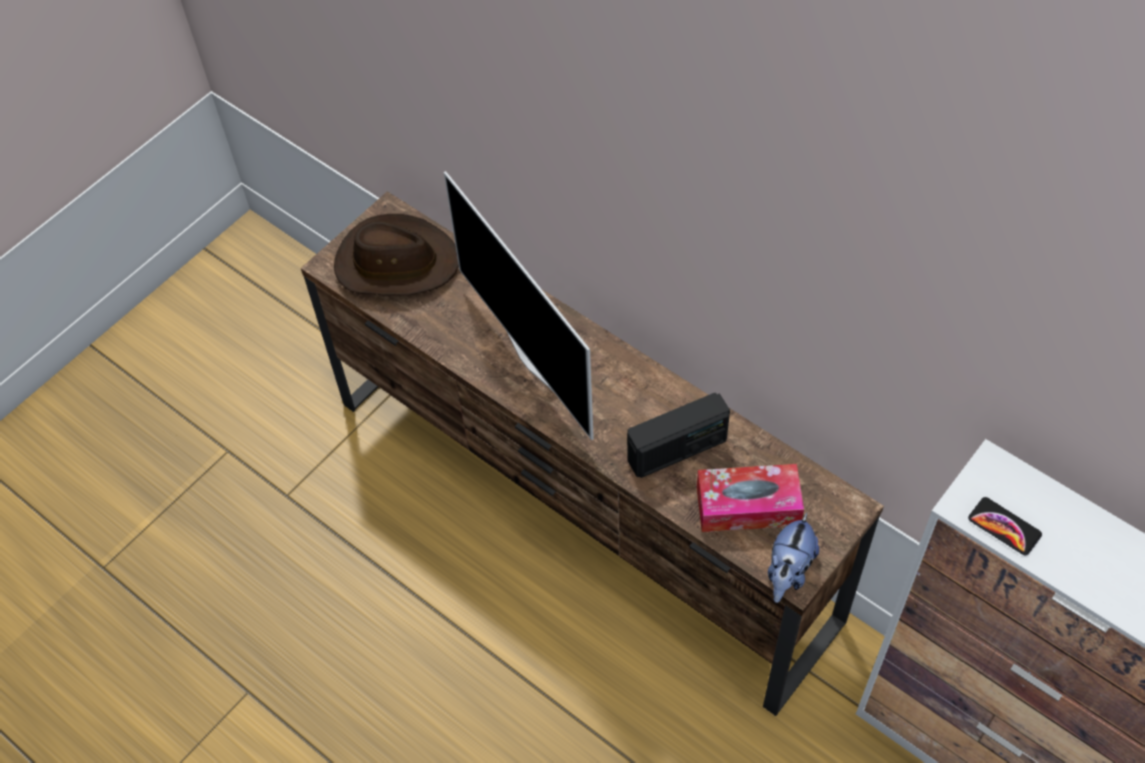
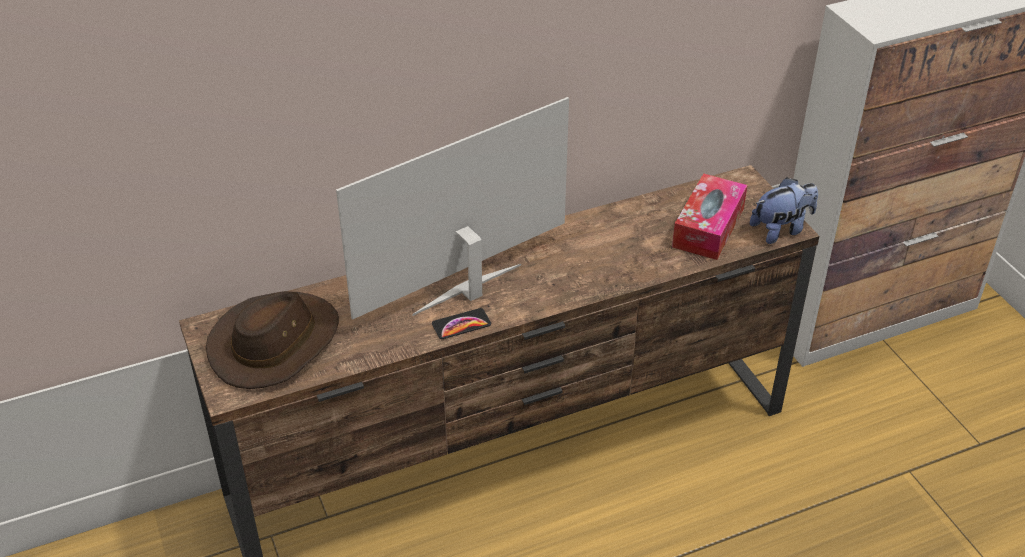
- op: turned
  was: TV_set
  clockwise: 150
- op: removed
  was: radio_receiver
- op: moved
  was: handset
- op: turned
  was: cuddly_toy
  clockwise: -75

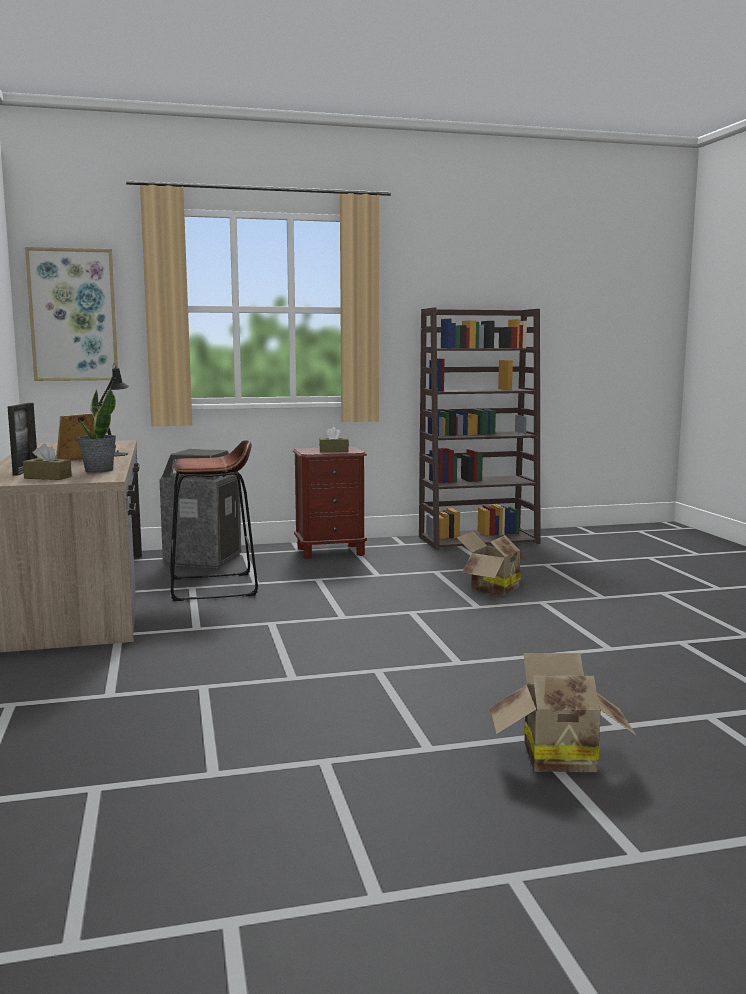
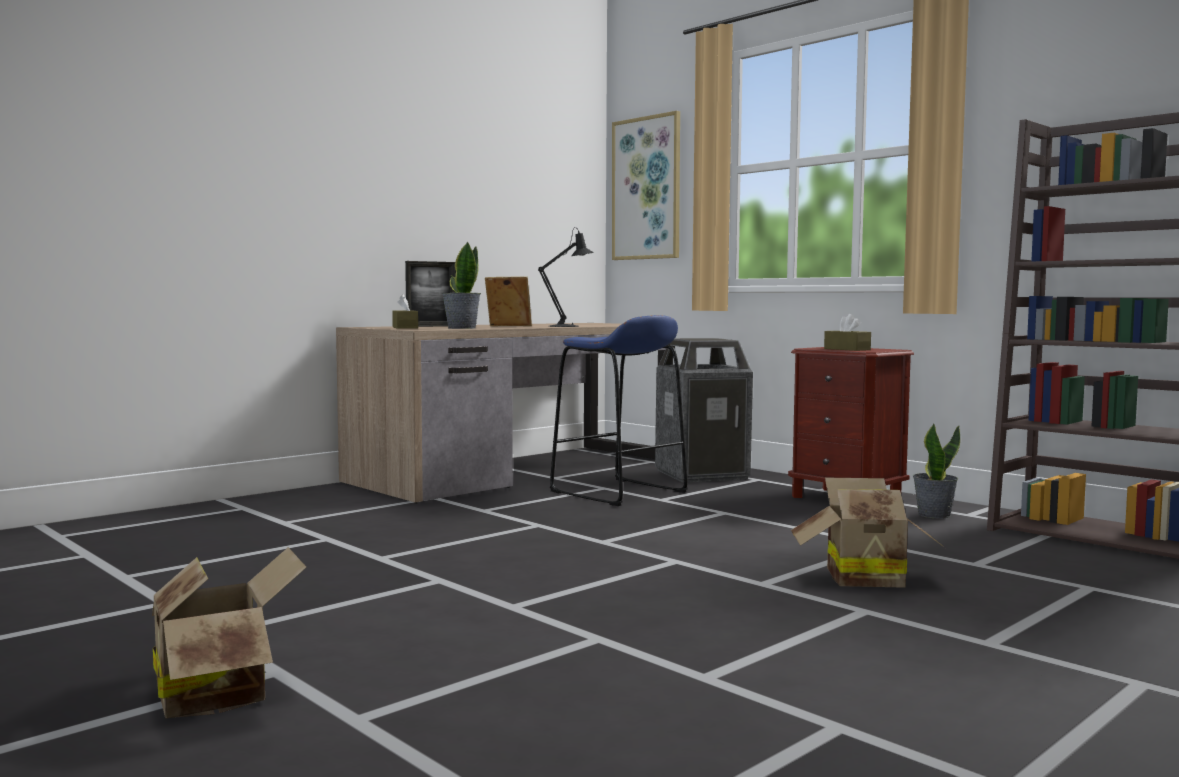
- op: recoloured
  was: brownish_stool_seat
  now: bluish_stool_seat
- op: added
  now: plant_in_a_pot (2nd from left)

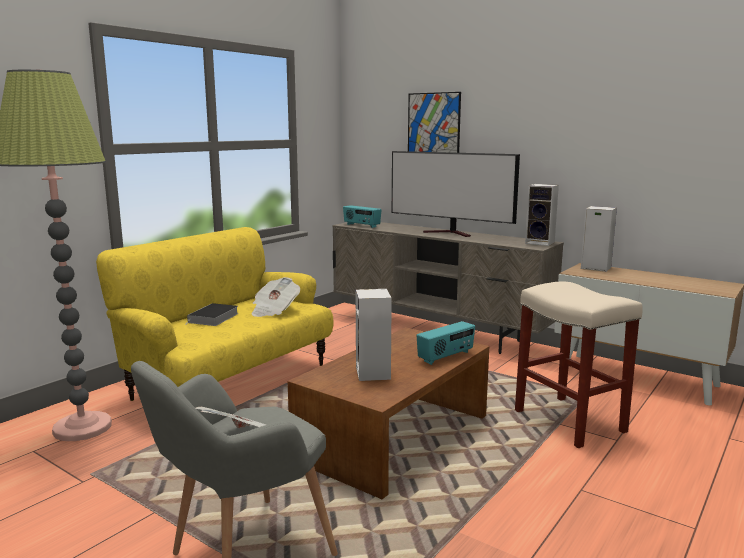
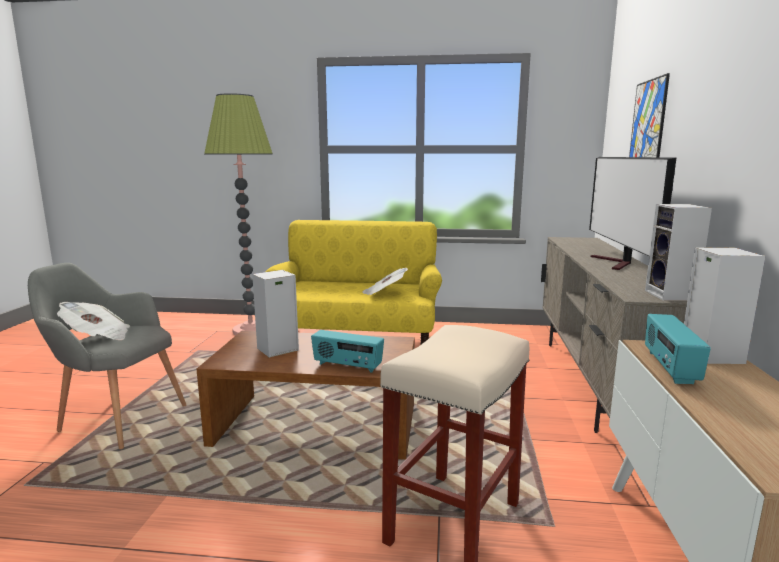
- op: moved
  was: radio_receiver (1st from left in the first image)
  now: radio_receiver (2nd from left)
- op: removed
  was: volume

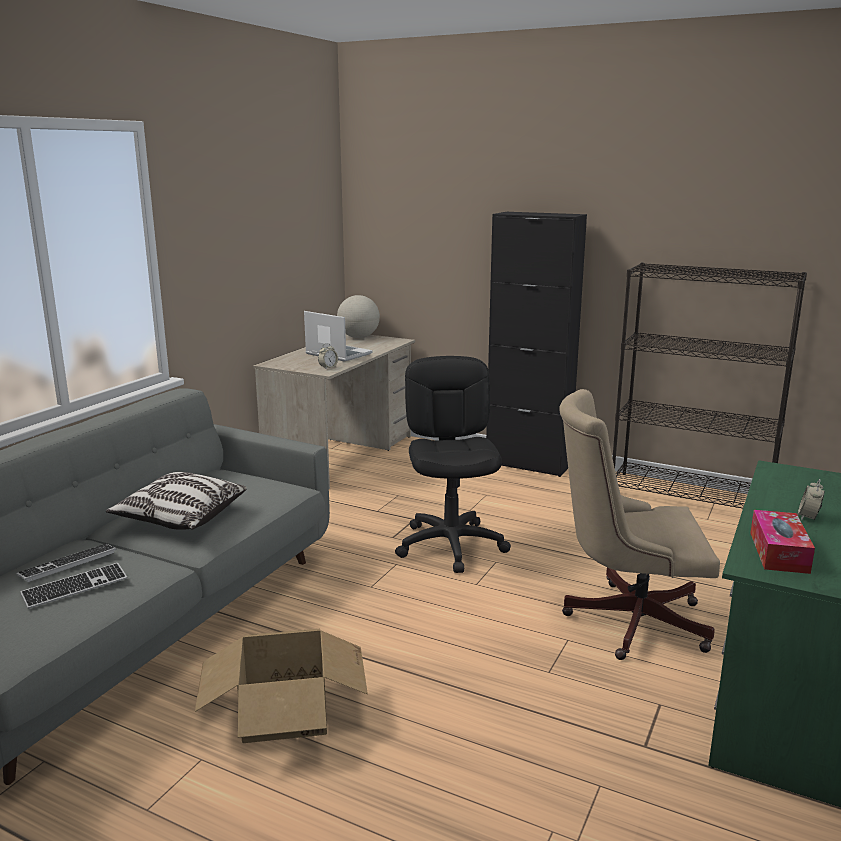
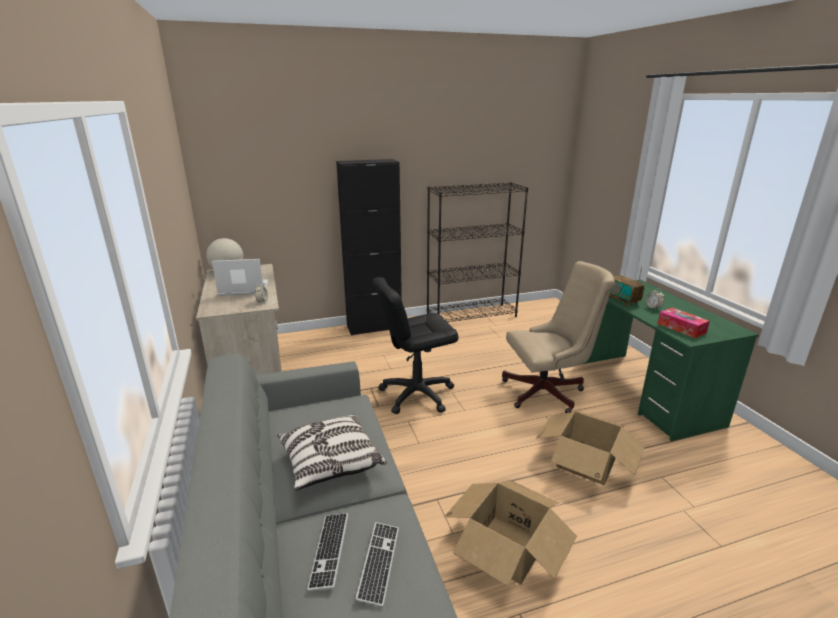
- op: turned
  was: blackish_computer_chair
  clockwise: -60
- op: turned
  was: beige_computer_chair
  clockwise: -150
- op: added
  now: radio_receiver
- op: added
  now: carton (2nd from left)

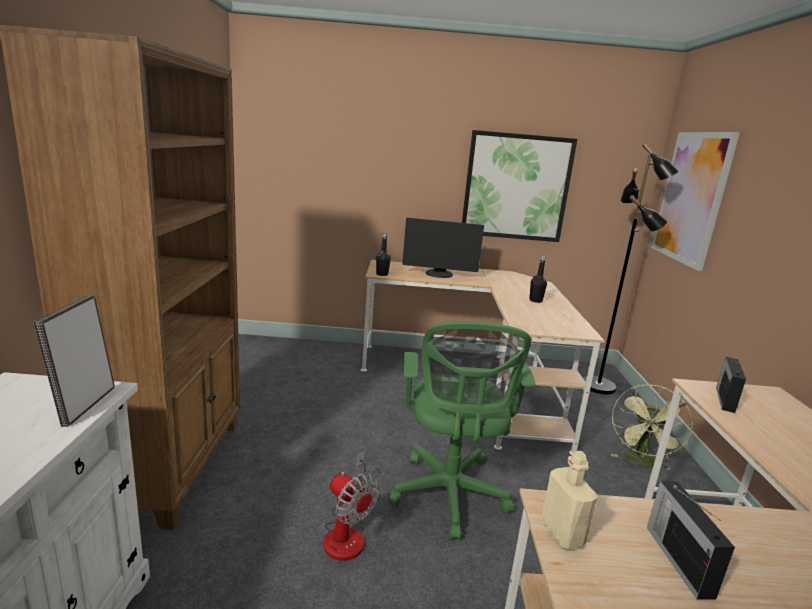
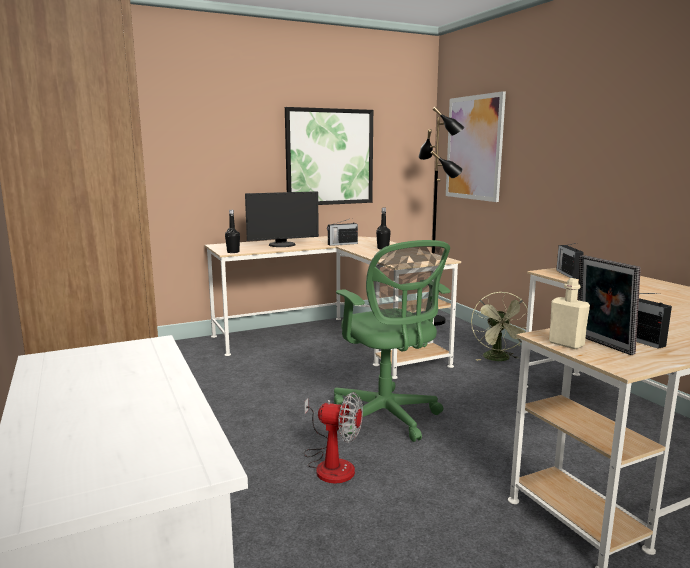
- op: moved
  was: standing_frame
- op: added
  now: radio_receiver (1st from left)

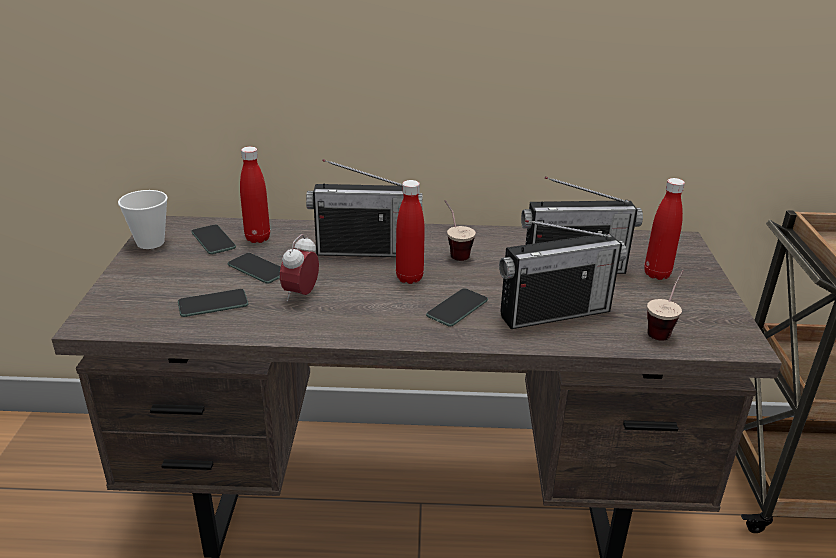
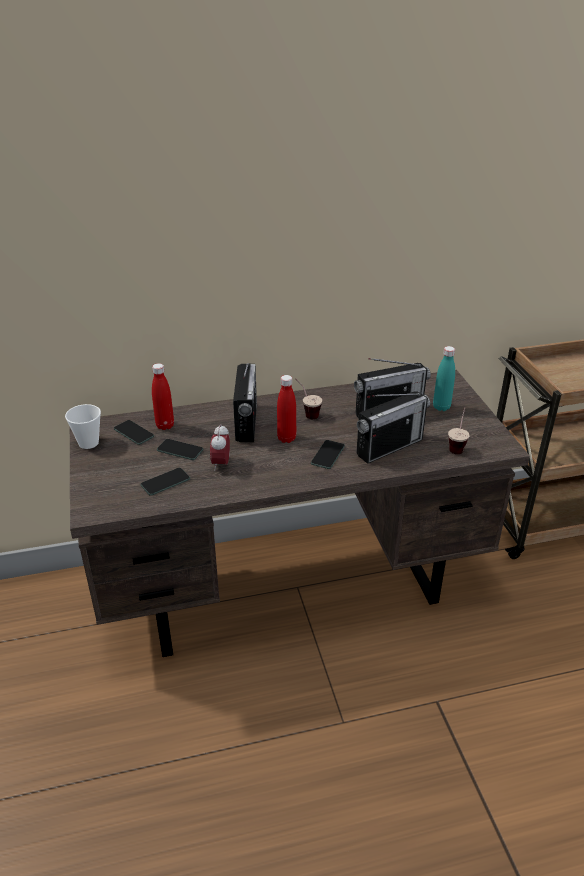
- op: turned
  was: radio_receiver (1st from left)
  clockwise: -75
- op: recoloured
  was: reddish_drink_bottle (3rd from left)
  now: turquoise_drink_bottle

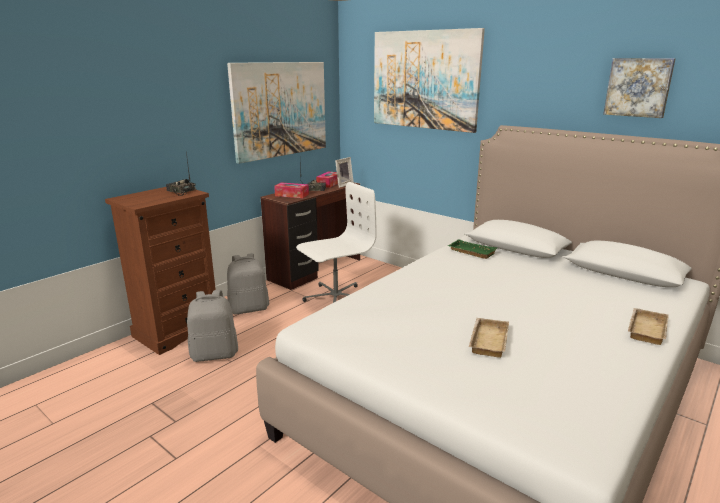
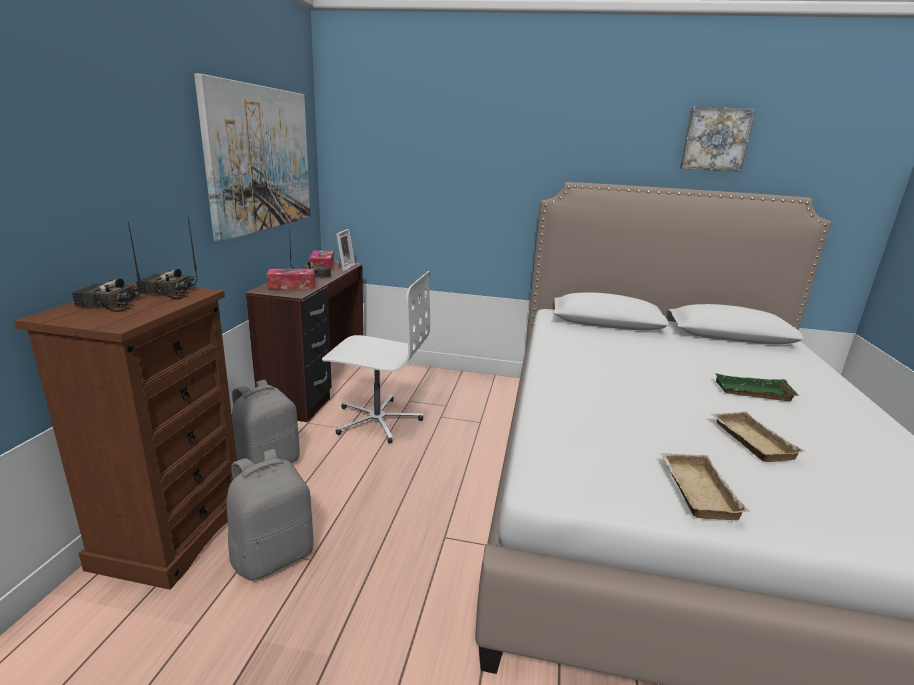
- op: removed
  was: wall_art (2nd from left)
- op: turned
  was: white-coloured_computer_chair
  clockwise: 75
- op: moved
  was: green_carrying_tray
- op: moved
  was: beige_carrying_tray (2nd from left in the first image)
  now: beige_carrying_tray (1st from left)
- op: added
  now: radio_receiver (1st from left)

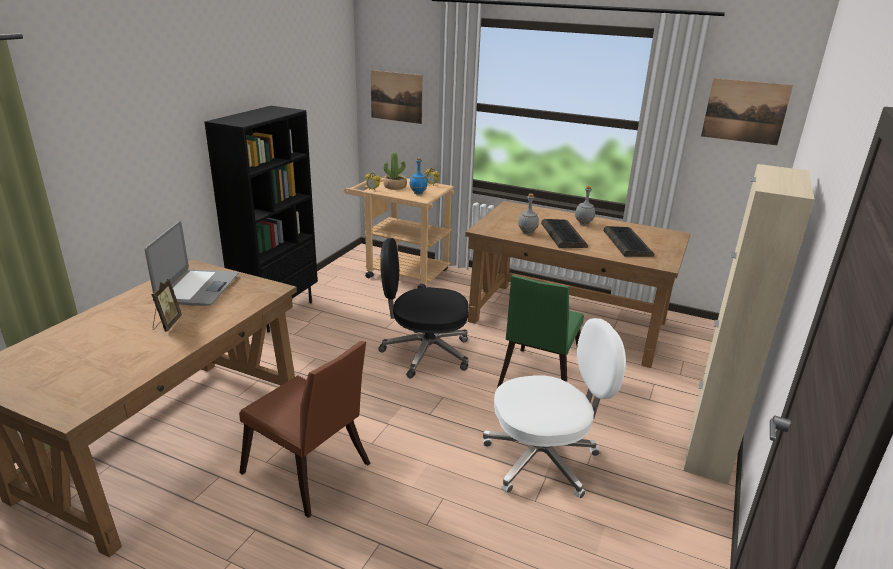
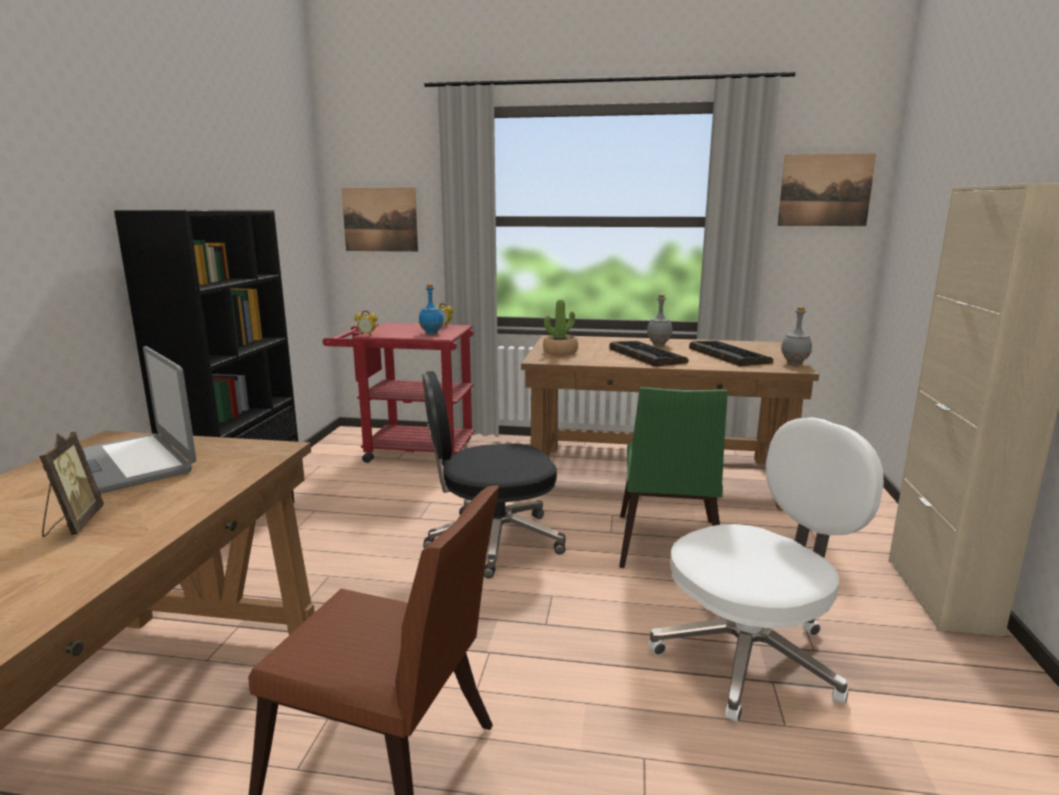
- op: moved
  was: plant_in_a_pot
- op: recoloured
  was: beige_trolley
  now: reddish_trolley
- op: moved
  was: grey_drink_bottle (1st from left in the first image)
  now: grey_drink_bottle (2nd from left)
- op: turned
  was: notebook_computer
  clockwise: 150

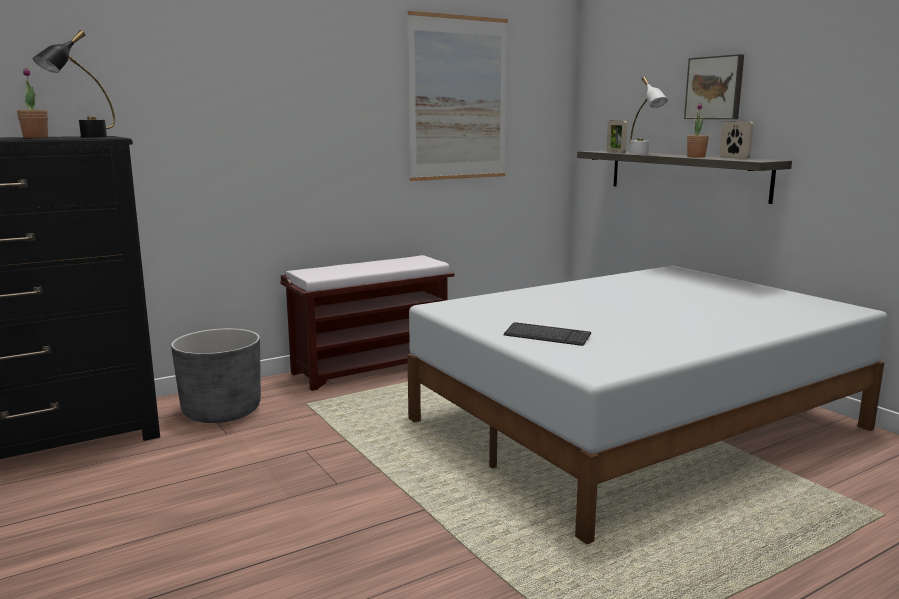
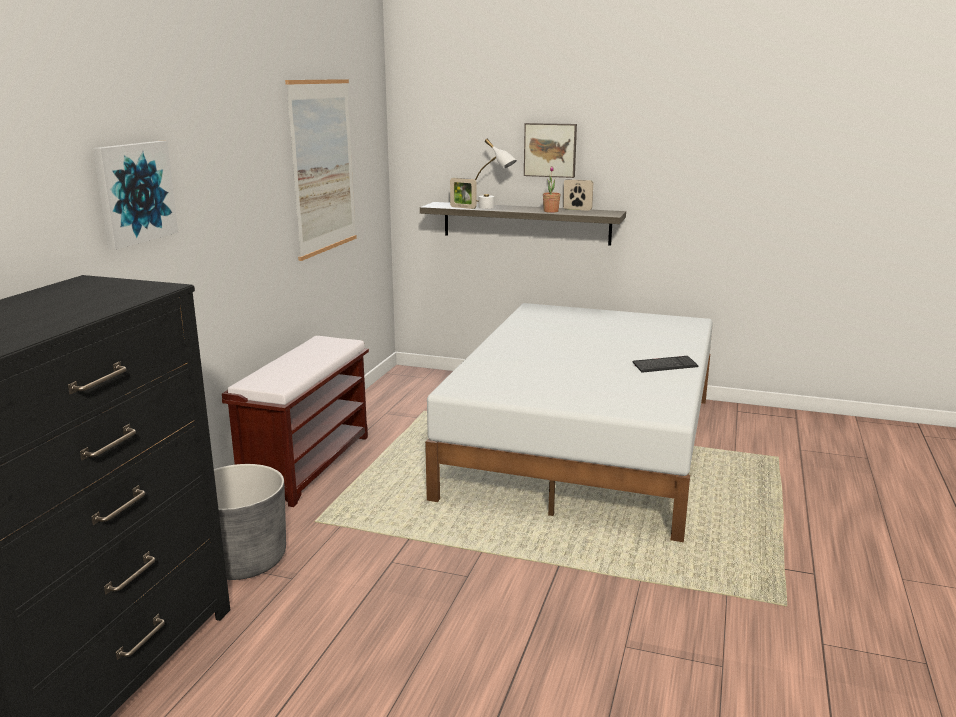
- op: removed
  was: blackish_table_lamp
- op: removed
  was: plant_in_a_pot (1st from left)
- op: moved
  was: keyboard
- op: added
  now: wall_art (1st from left)

